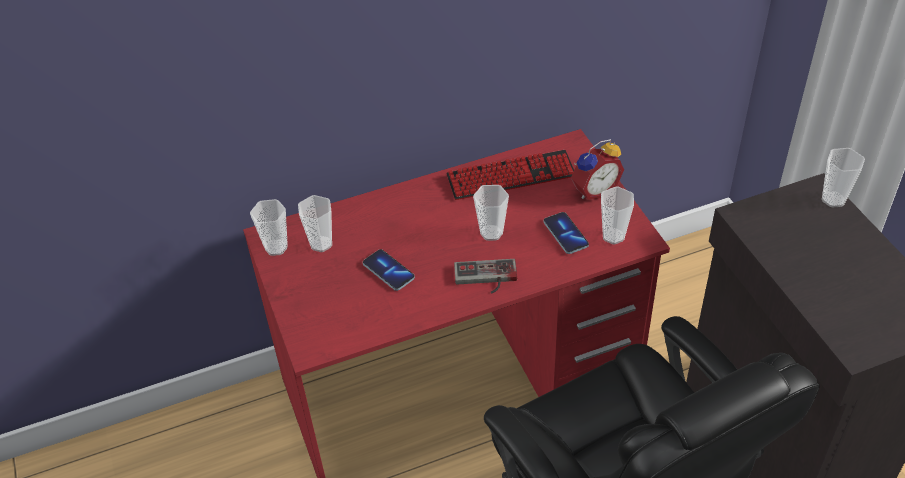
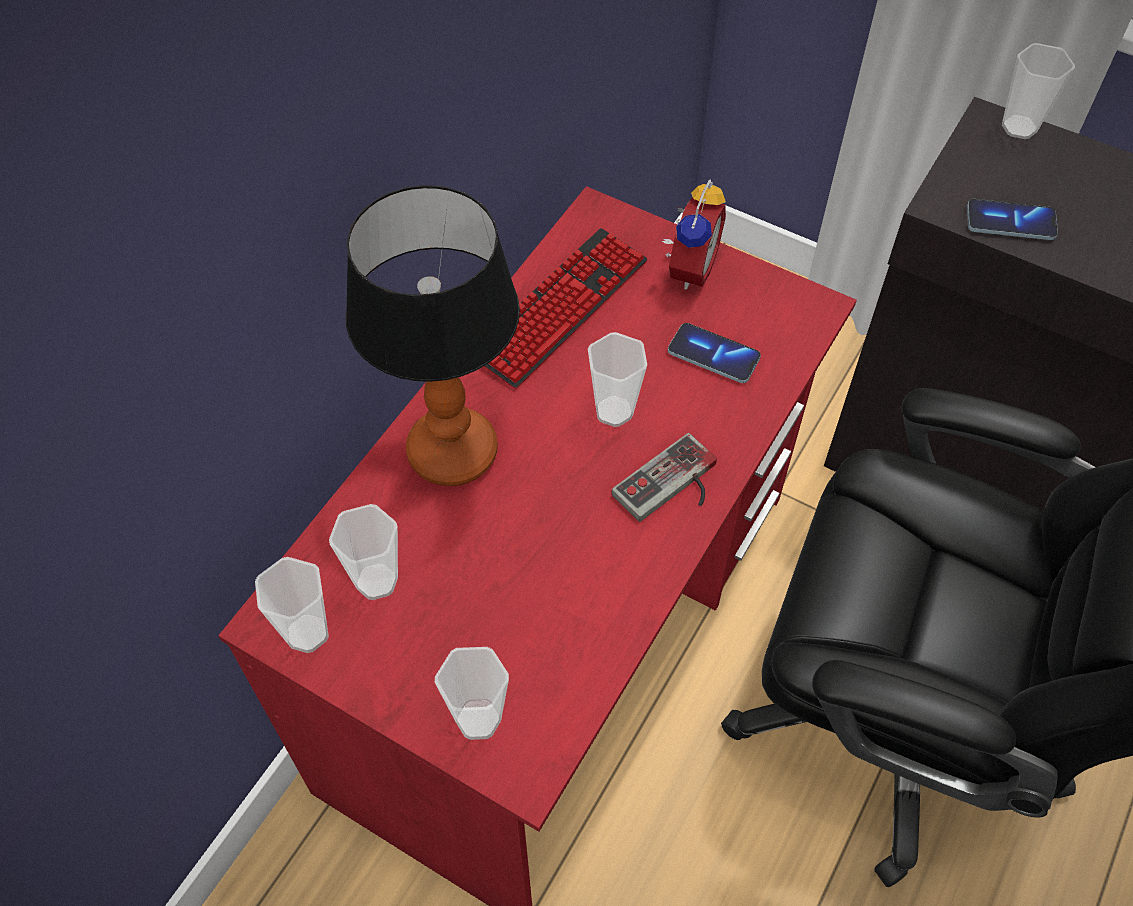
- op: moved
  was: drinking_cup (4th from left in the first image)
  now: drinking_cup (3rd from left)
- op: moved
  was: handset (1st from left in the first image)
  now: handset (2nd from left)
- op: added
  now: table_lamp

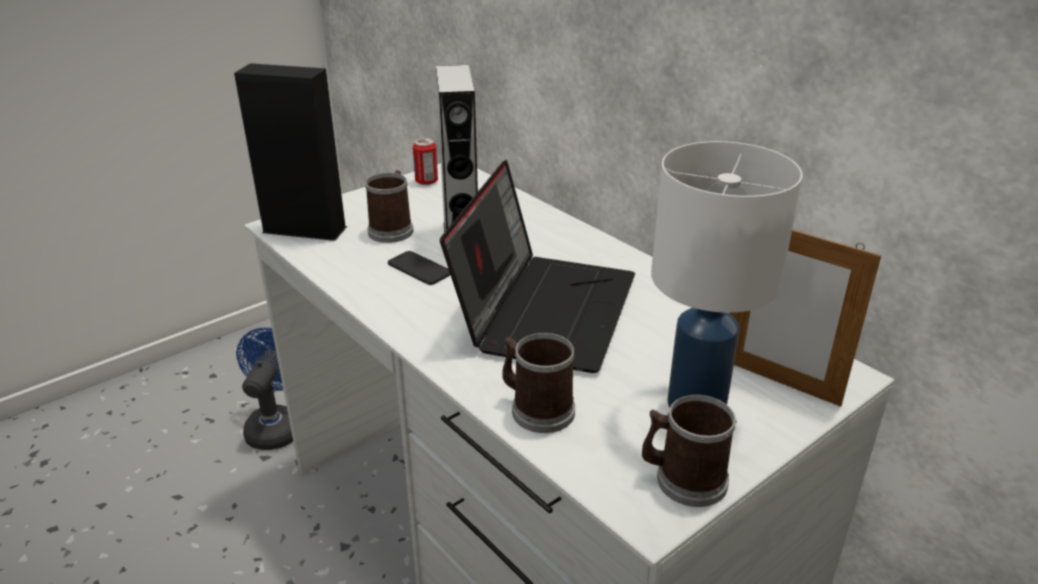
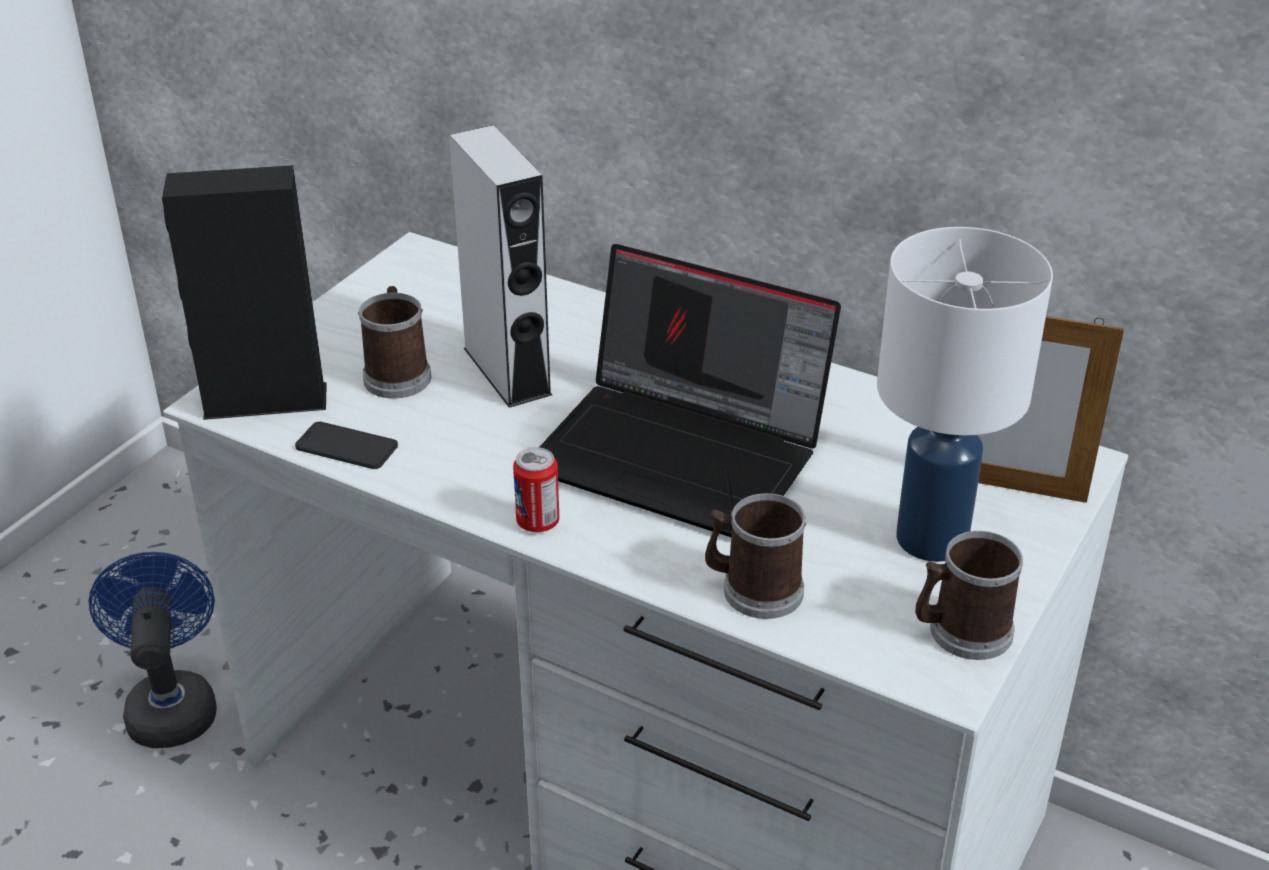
- op: moved
  was: metal_can
- op: turned
  was: notebook_computer
  clockwise: 120
- op: moved
  was: handset

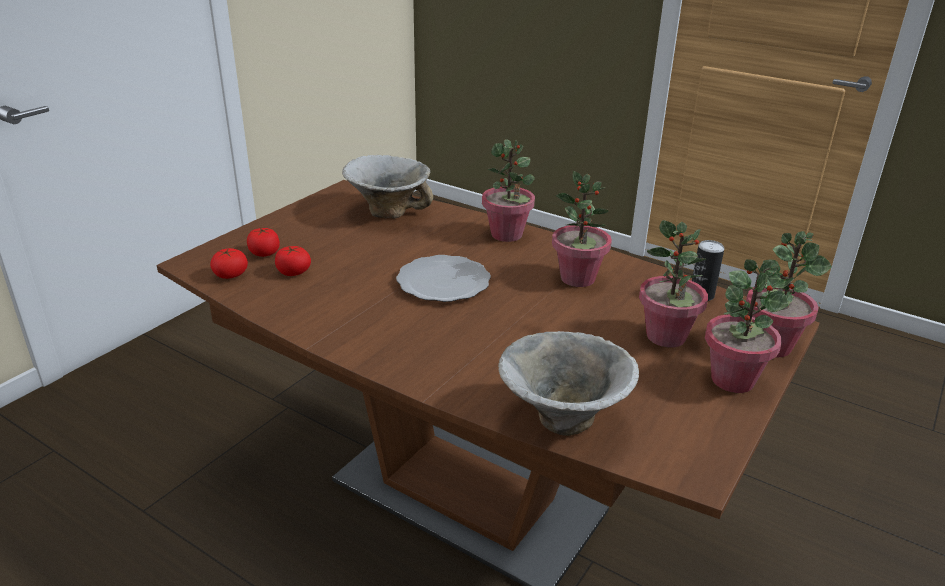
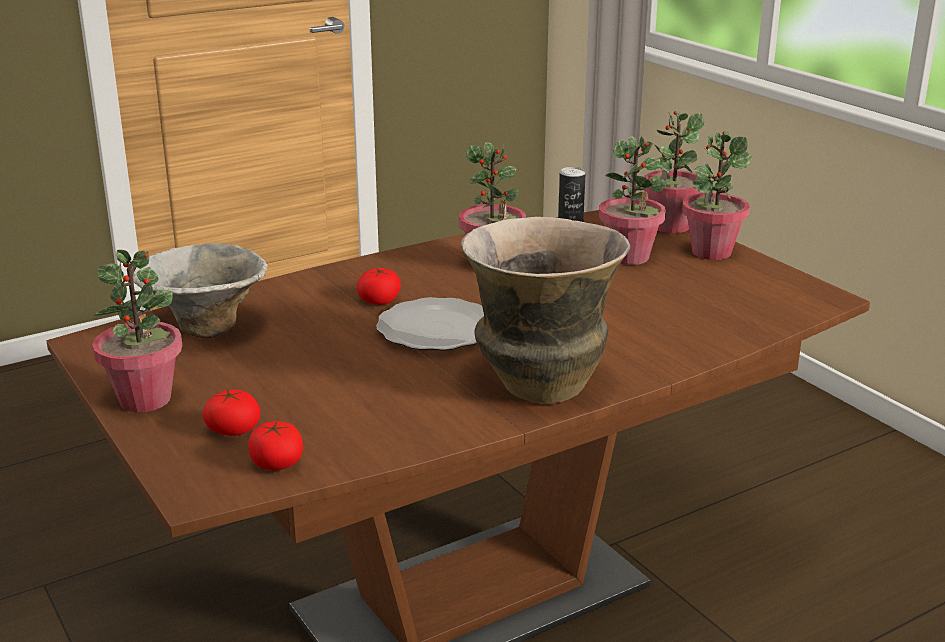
- op: moved
  was: plant_in_a_pot (1st from left)
- op: moved
  was: whole_tomato (3rd from left)
- op: removed
  was: serving_bowl (2nd from left)
- op: added
  now: flower_vase

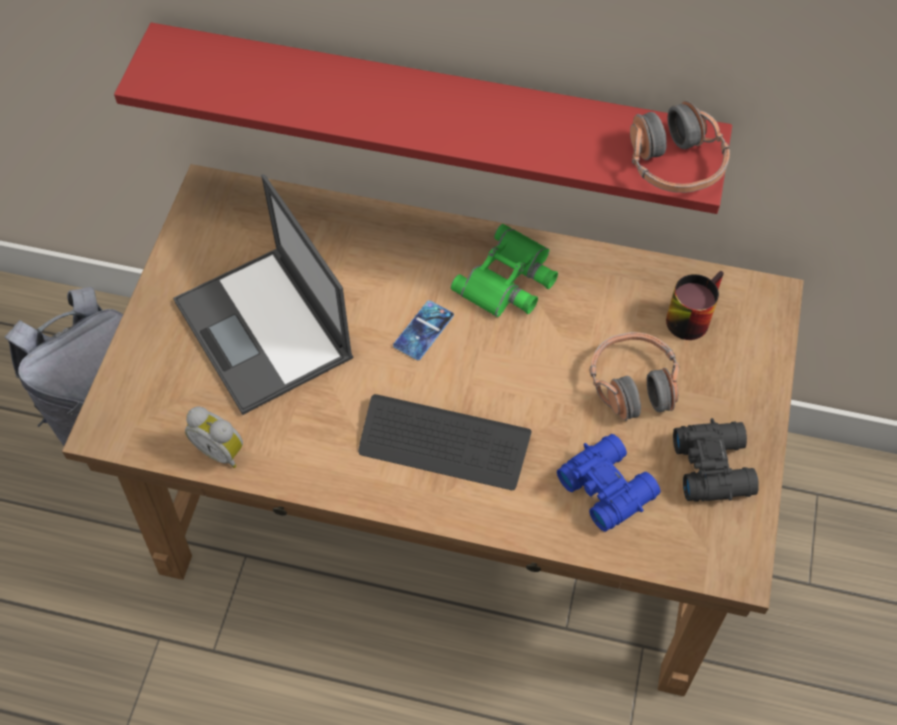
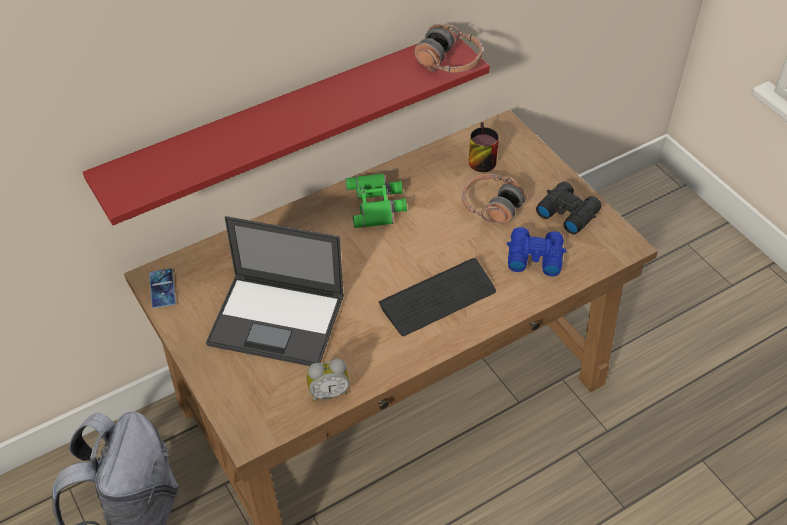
- op: moved
  was: handset

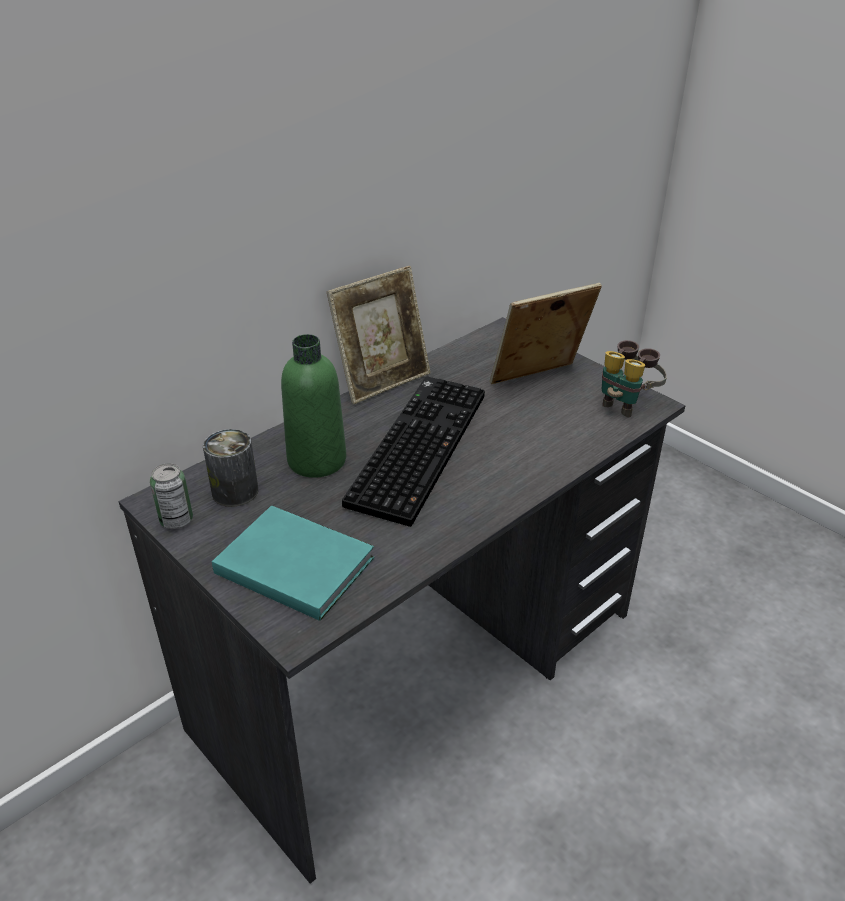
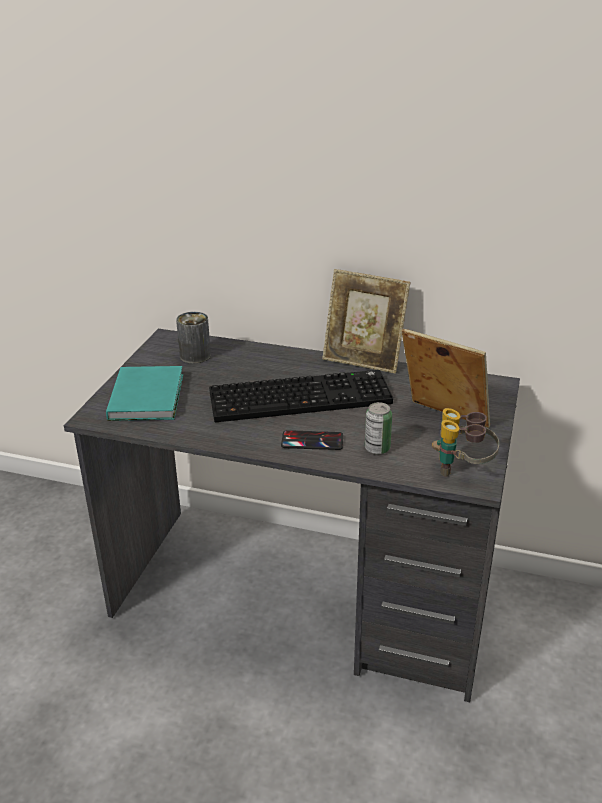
- op: removed
  was: green_drink_bottle
- op: moved
  was: metal_can (1st from left in the first image)
  now: metal_can (2nd from left)
- op: added
  now: handset

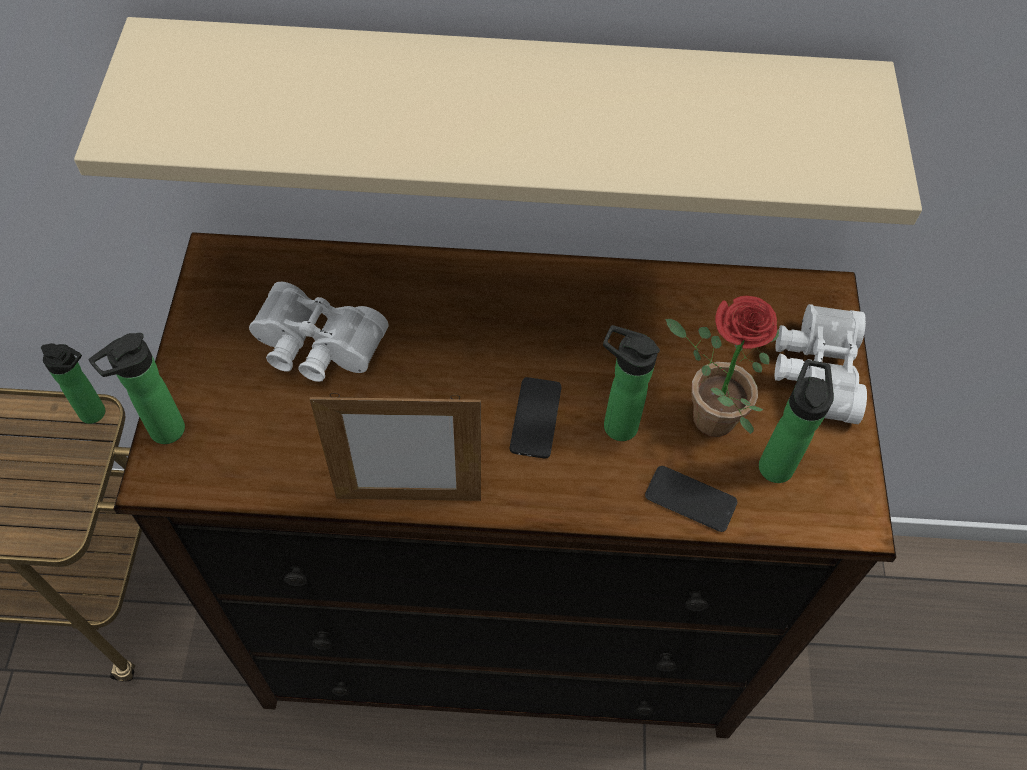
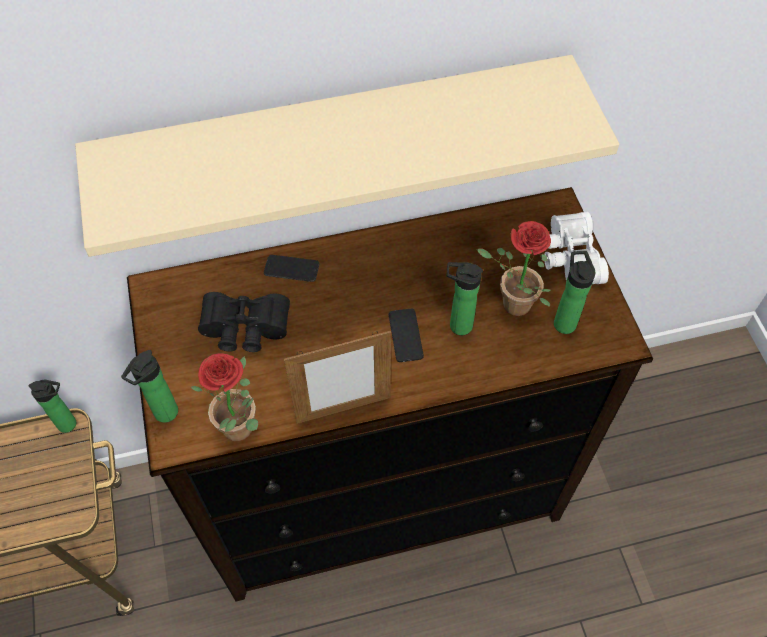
- op: recoloured
  was: white-coloured_pair_of_binoculars (1st from left)
  now: blackish_pair_of_binoculars
- op: moved
  was: handset (2nd from left in the first image)
  now: handset (1st from left)
- op: added
  now: plant_in_a_pot (1st from left)

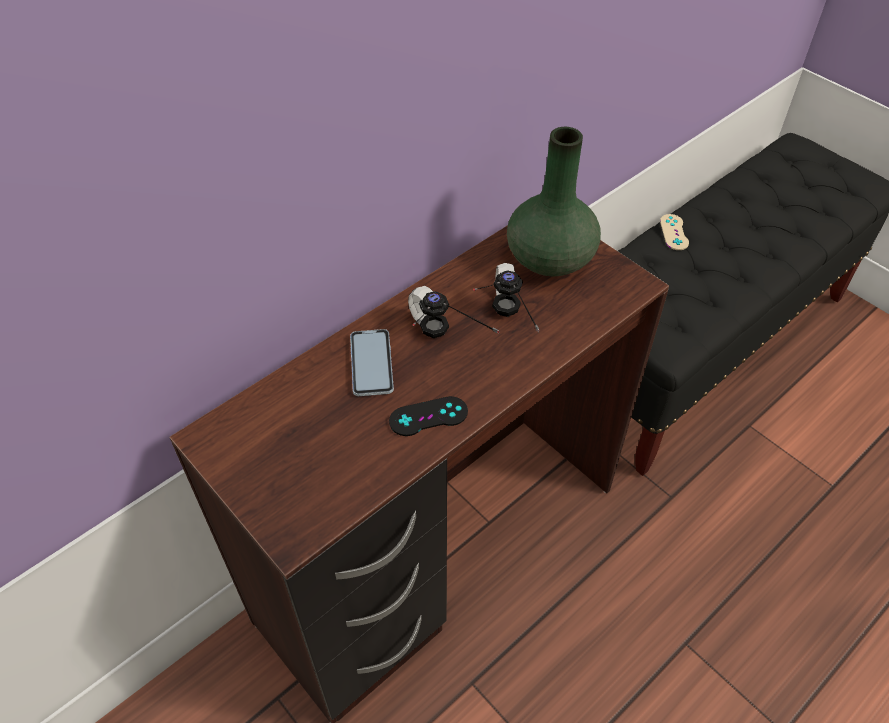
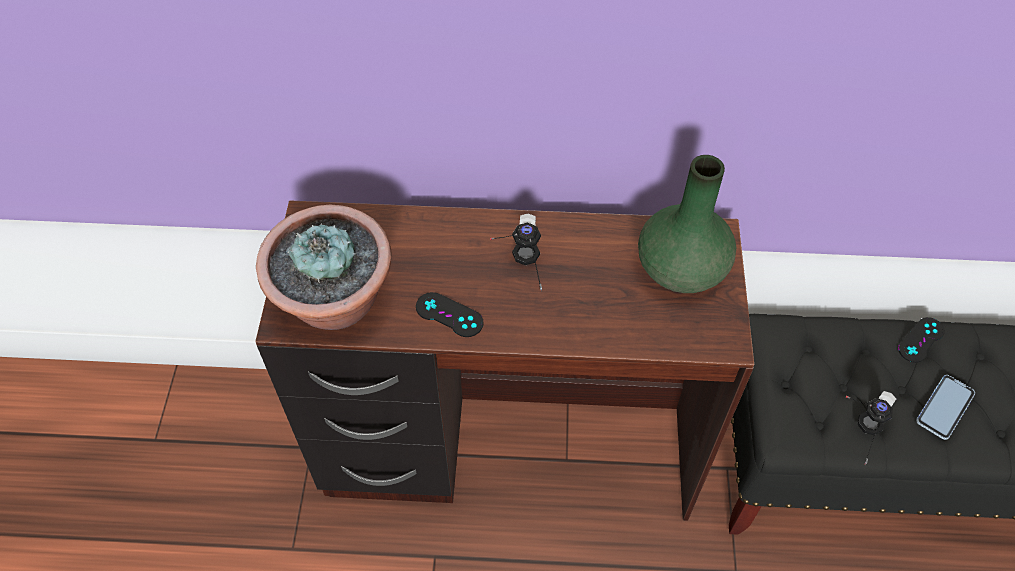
- op: recoloured
  was: beige_game_controller
  now: blackish_game_controller (2nd from left)
- op: moved
  was: headphones (2nd from left)
- op: moved
  was: handset
- op: added
  now: plant_in_a_pot

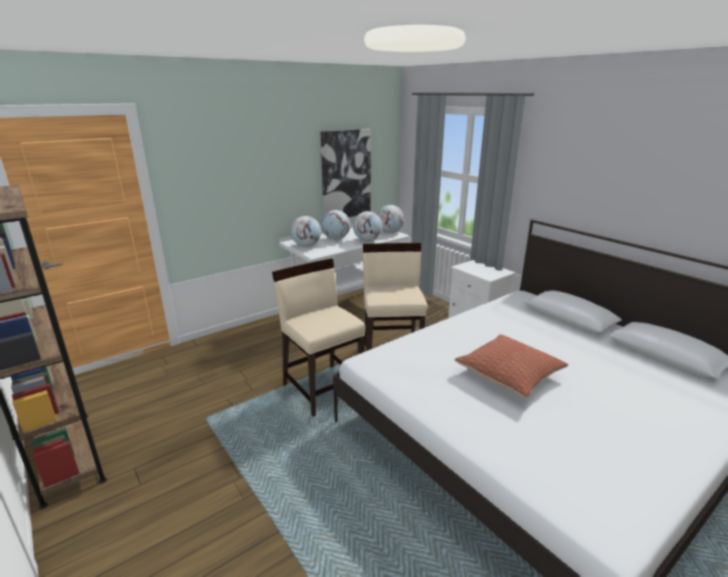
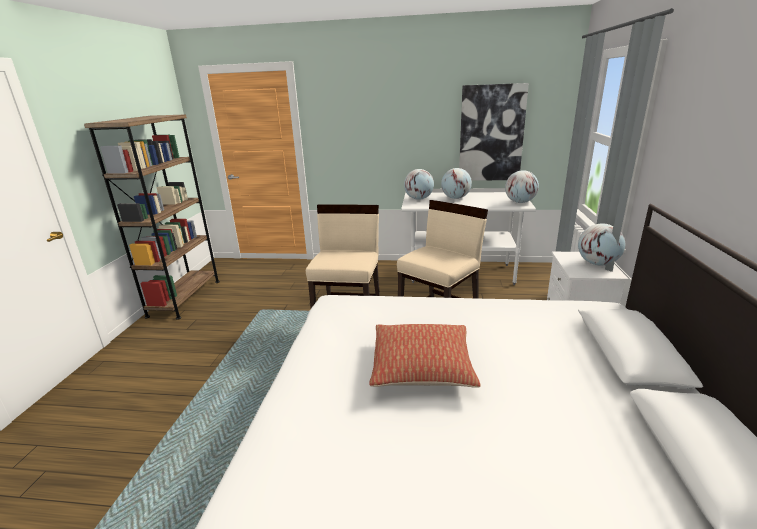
- op: moved
  was: desk_globe (3rd from left in the first image)
  now: desk_globe (4th from left)

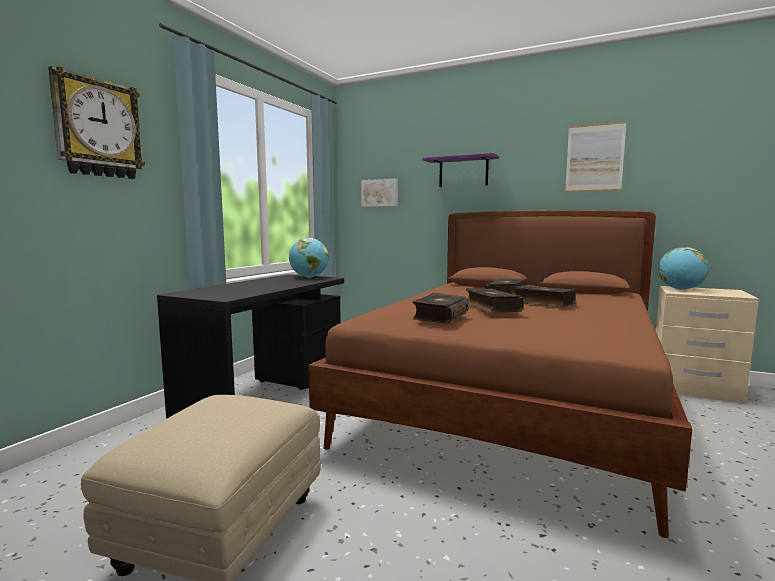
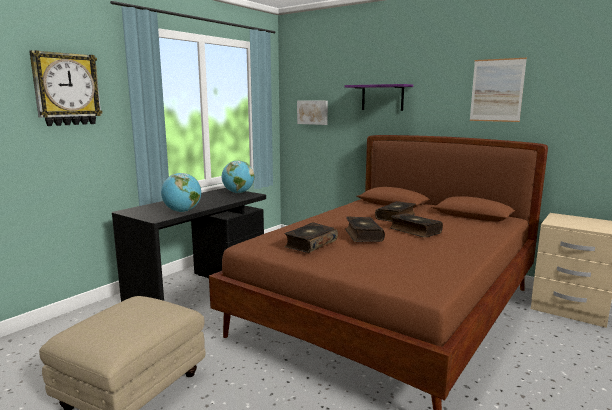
- op: moved
  was: desk_globe (2nd from left in the first image)
  now: desk_globe (1st from left)

